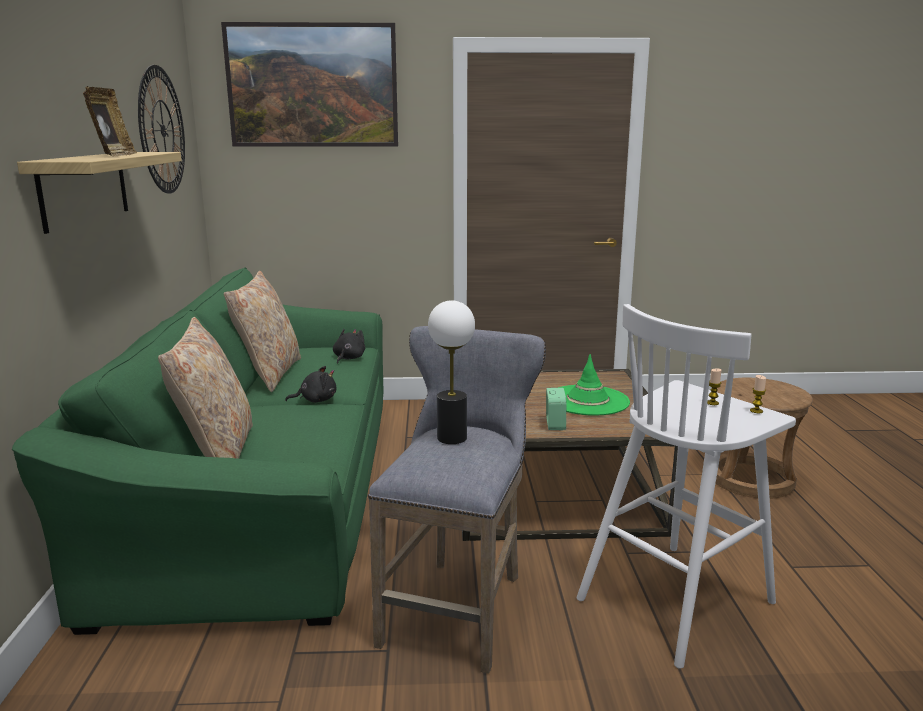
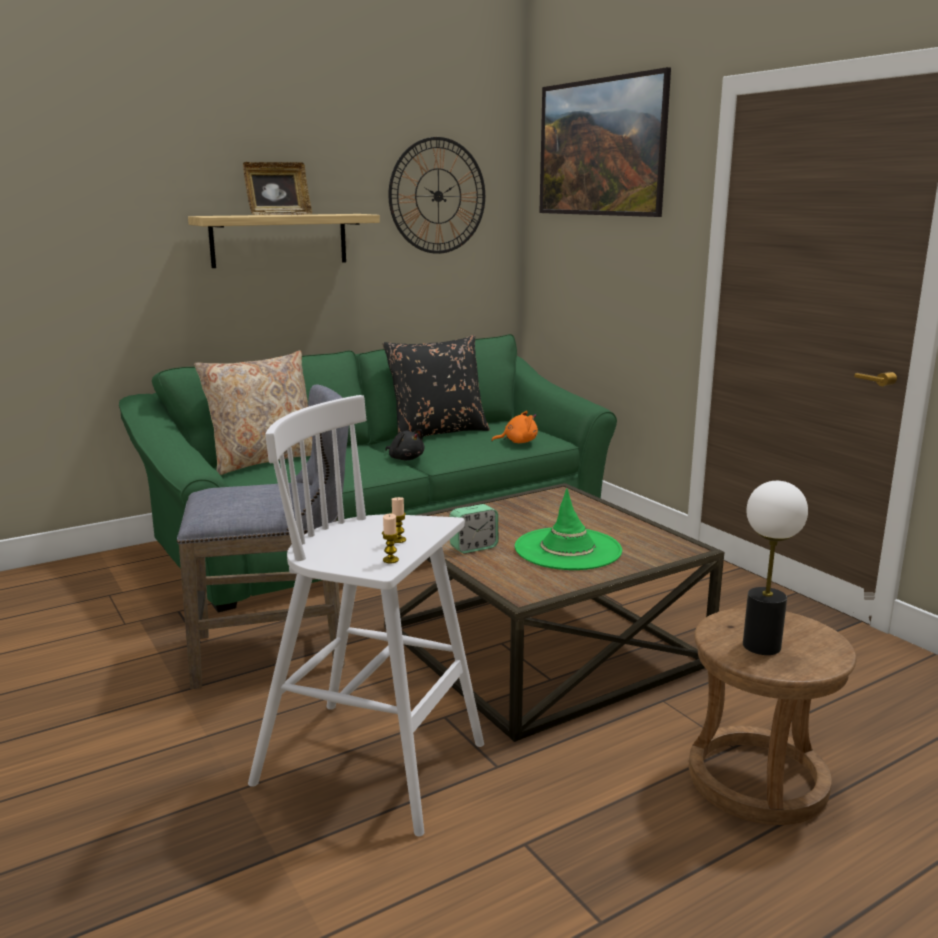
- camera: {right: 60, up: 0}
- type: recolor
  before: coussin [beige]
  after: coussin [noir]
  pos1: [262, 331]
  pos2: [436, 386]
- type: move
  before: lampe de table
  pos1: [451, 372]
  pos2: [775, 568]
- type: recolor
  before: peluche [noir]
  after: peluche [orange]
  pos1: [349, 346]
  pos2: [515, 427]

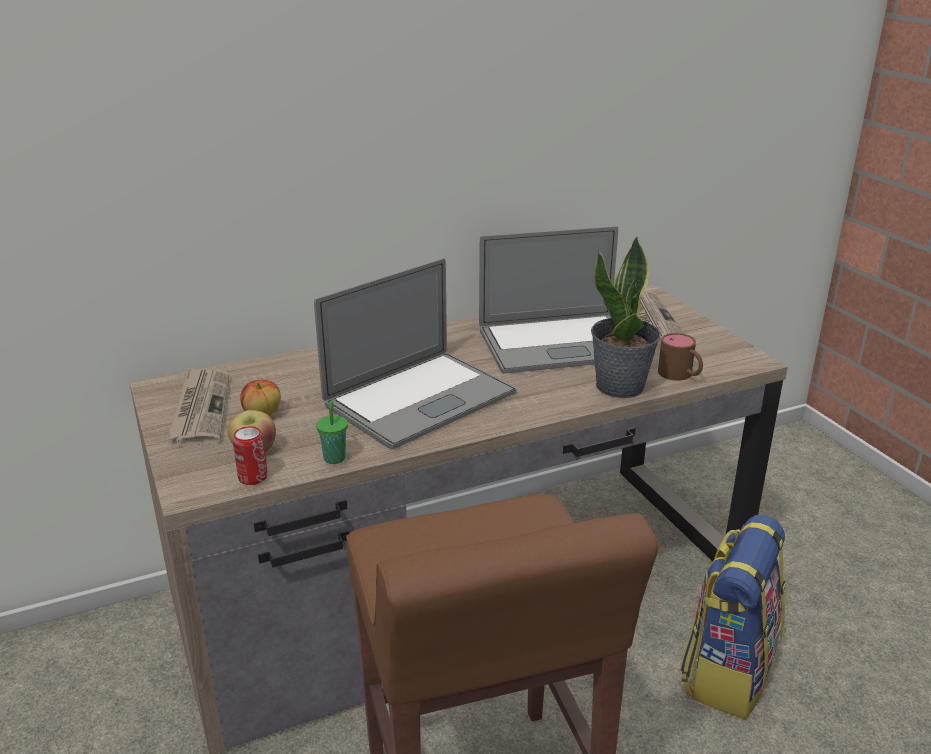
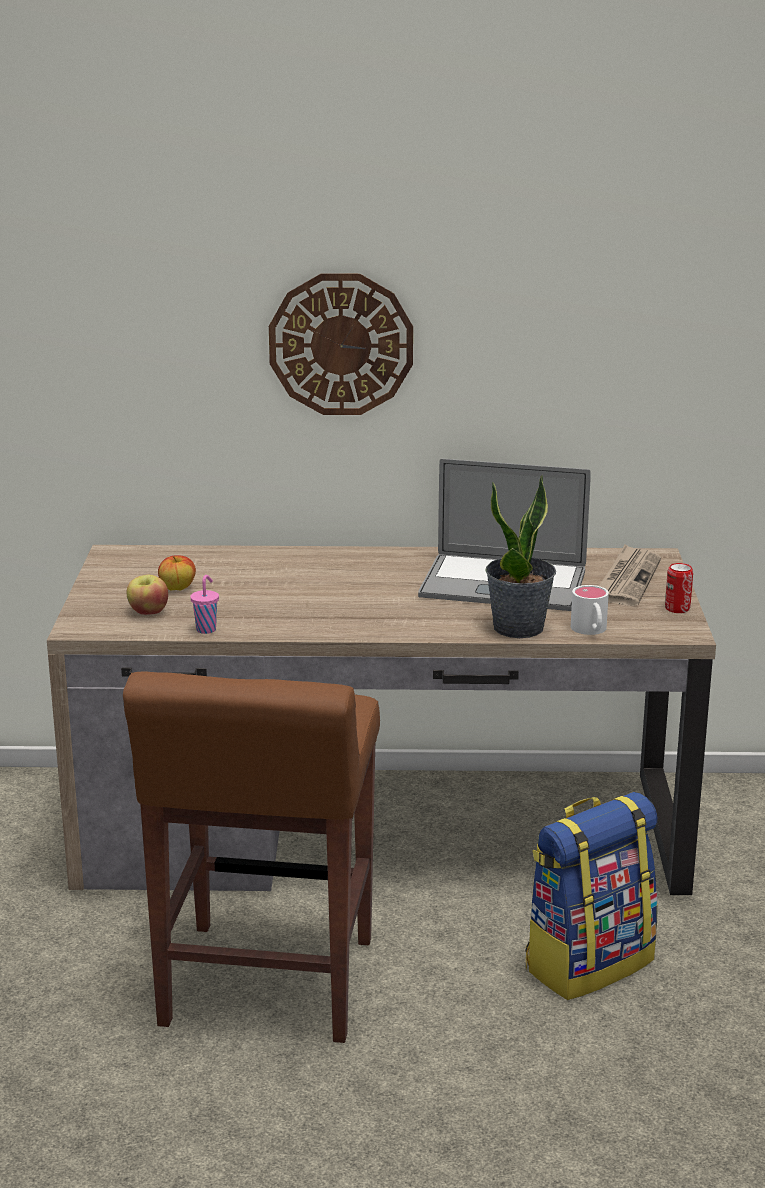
- camera: {right: 25, up: -5}
- type: delete
  before: ordinateur portable
  pos1: [415, 354]
- type: recolor
  before: mug [marron]
  after: mug [blanc]
  pos1: [680, 357]
  pos2: [590, 610]
- type: delete
  before: journal
  pos1: [198, 407]
- type: recolor
  before: tasse [vert]
  after: tasse [rose]
  pos1: [332, 432]
  pos2: [204, 604]
- type: move
  before: boîte métallique
  pos1: [250, 455]
  pos2: [679, 588]
- type: insert
  after: horloge murale
  pos2: [341, 344]

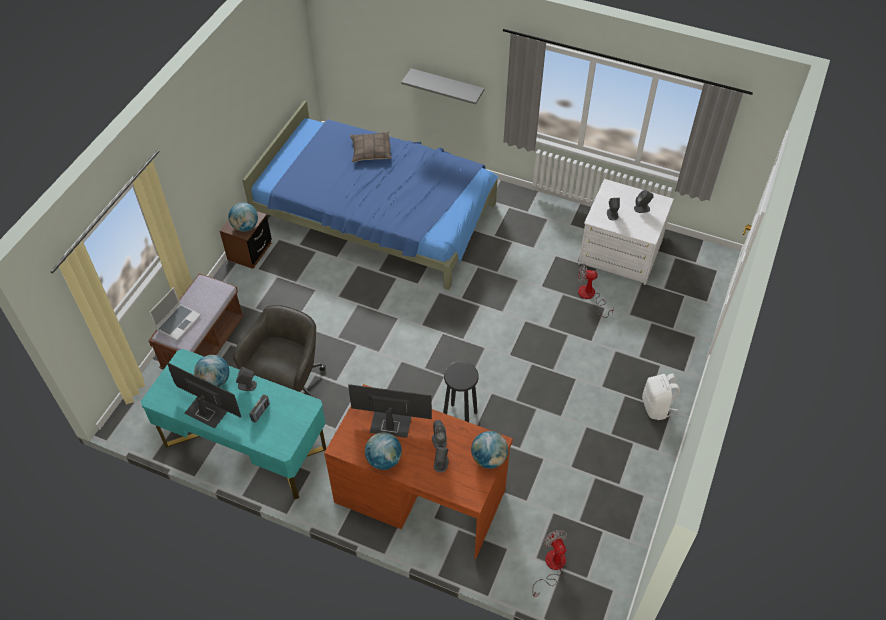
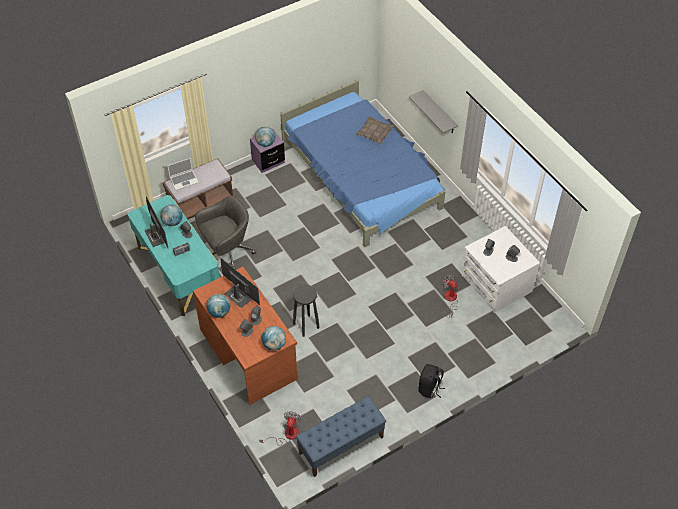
- camera: {right: 35, up: 0}
- type: recolor
  before: table de chevet [marron]
  after: table de chevet [violet]
  pos1: [246, 240]
  pos2: [267, 151]
- type: recolor
  before: sac à dos [blanc]
  after: sac à dos [noir]
  pos1: [661, 396]
  pos2: [432, 381]
- type: insert
  after: banc [bleu]
  pos2: [341, 436]

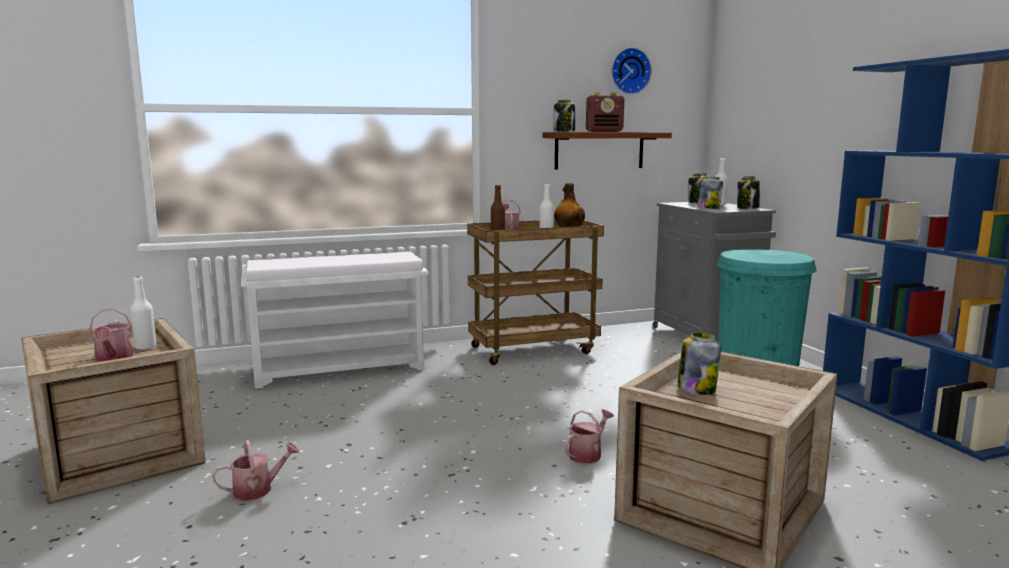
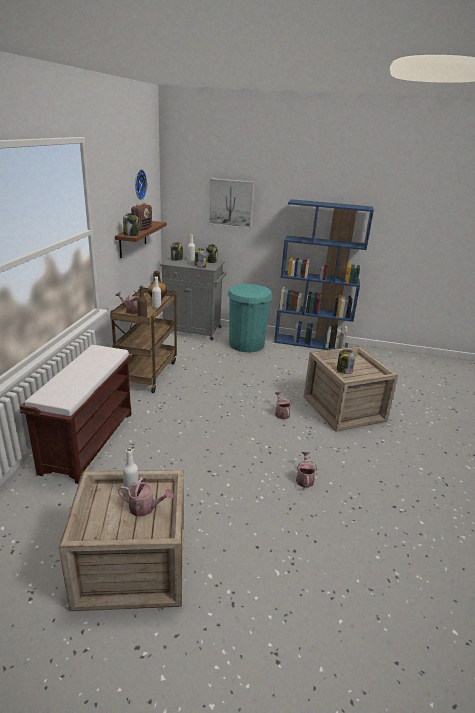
- camera: {right: -60, up: 15}
- type: recolor
  before: banc [blanc]
  after: banc [marron]
  pos1: [335, 320]
  pos2: [76, 414]
- type: move
  before: arrosoir
  pos1: [256, 470]
  pos2: [306, 470]
- type: insert
  after: tableau
  pos2: [231, 203]

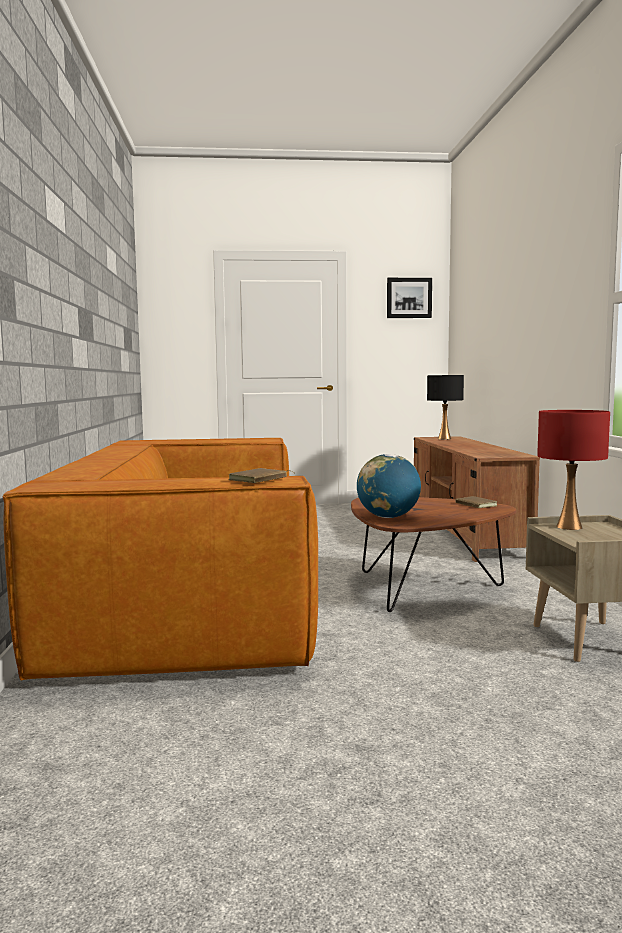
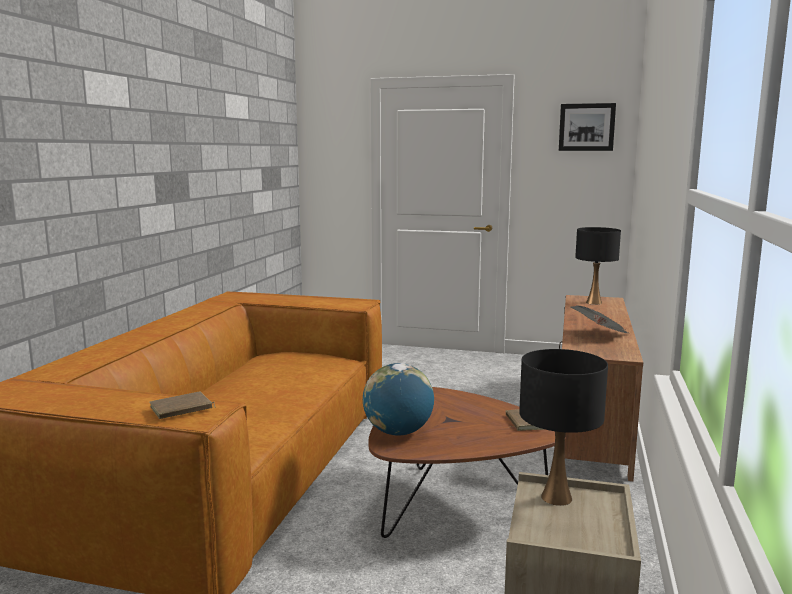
- camera: {right: 20, up: 5}
- type: recolor
  before: lampe de table [rouge]
  after: lampe de table [noir]
  pos1: [573, 470]
  pos2: [563, 427]
- type: insert
  after: journal
  pos2: [599, 319]

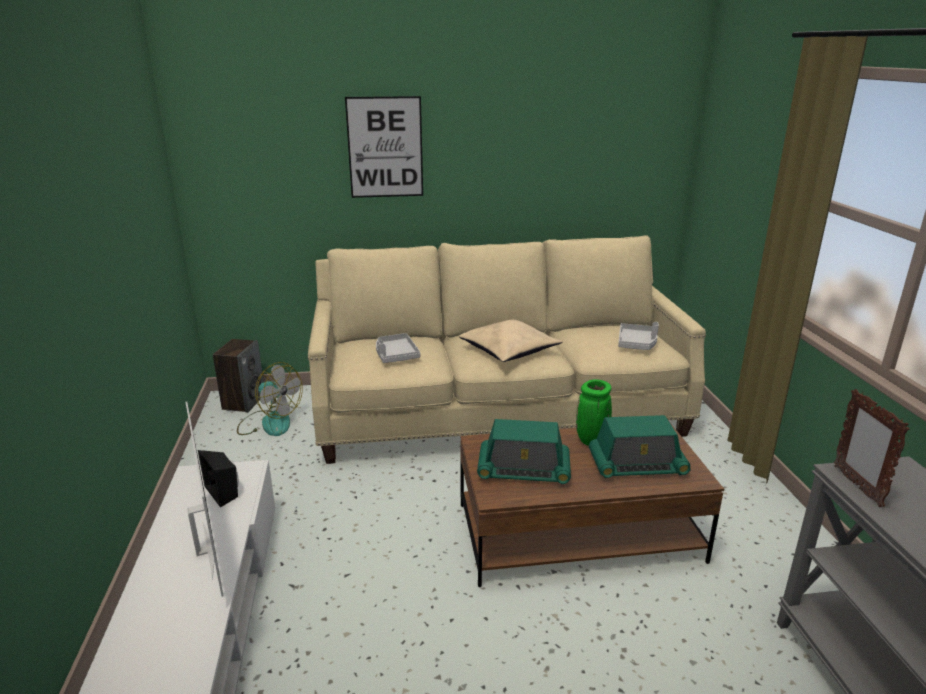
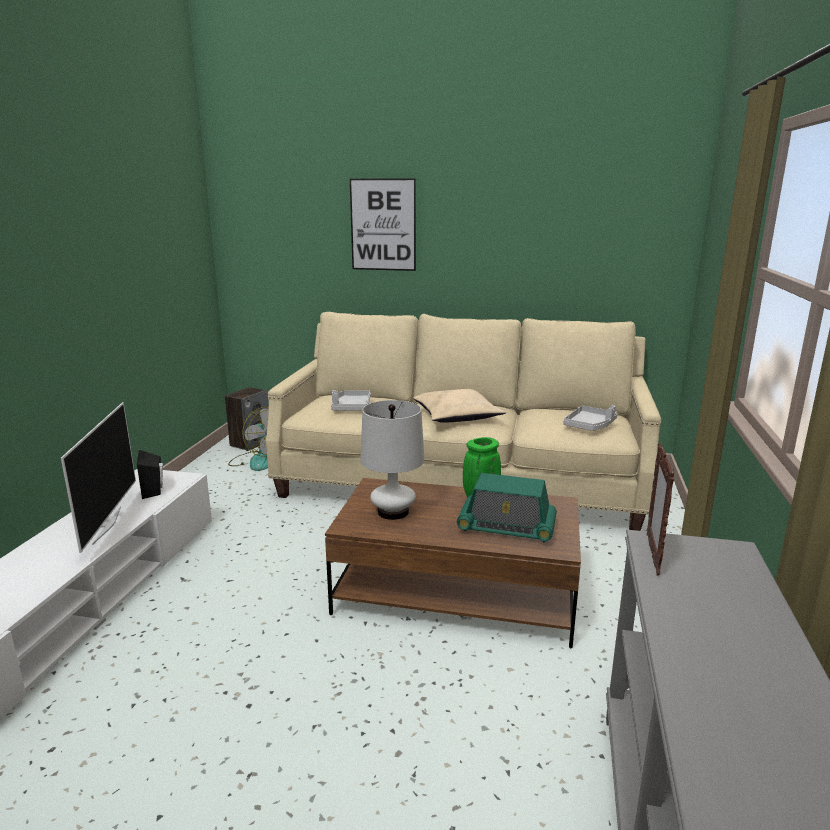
- camera: {right: 20, up: -5}
- type: replace
  before: radio
  after: lampe de table [blanc]
  pos1: [524, 451]
  pos2: [392, 460]

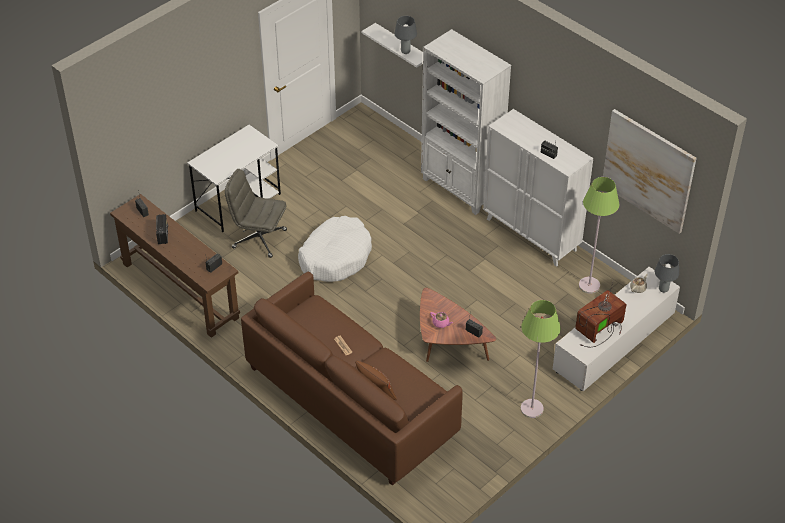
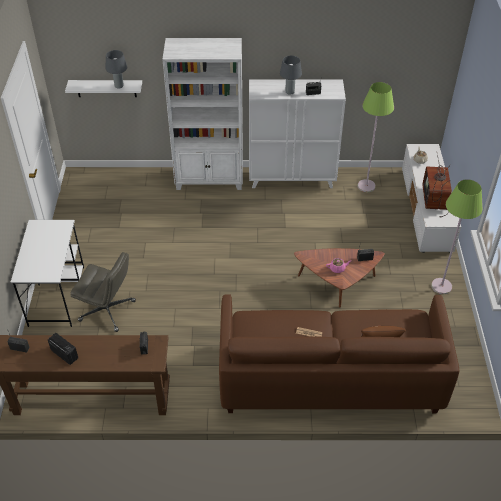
- camera: {right: -45, up: 0}
- type: delete
  before: tableau
  pos1: [650, 171]
- type: rotate
  before: chaise de bureau [gris]
  pos1: [256, 213]
  pos2: [103, 292]
  turn: -135
- type: delete
  before: panier pour chien [blanc]
  pos1: [335, 249]
- type: move
  before: lampe de table [gris]
  pos1: [667, 273]
  pos2: [291, 75]

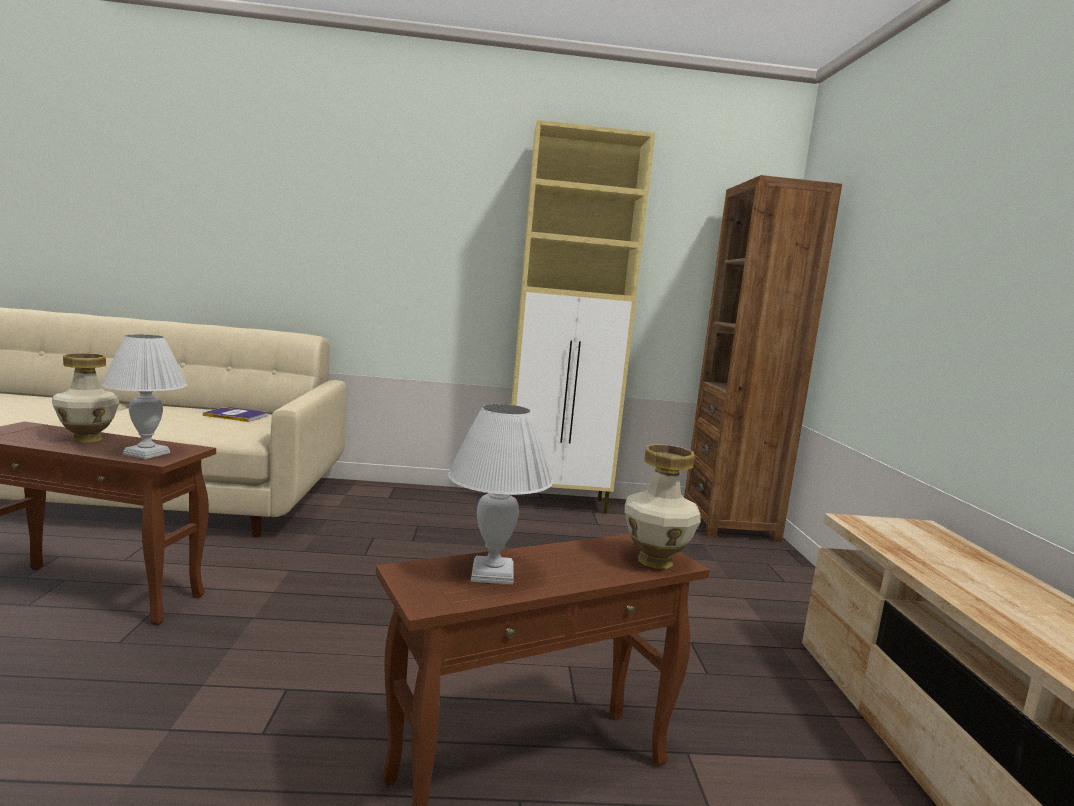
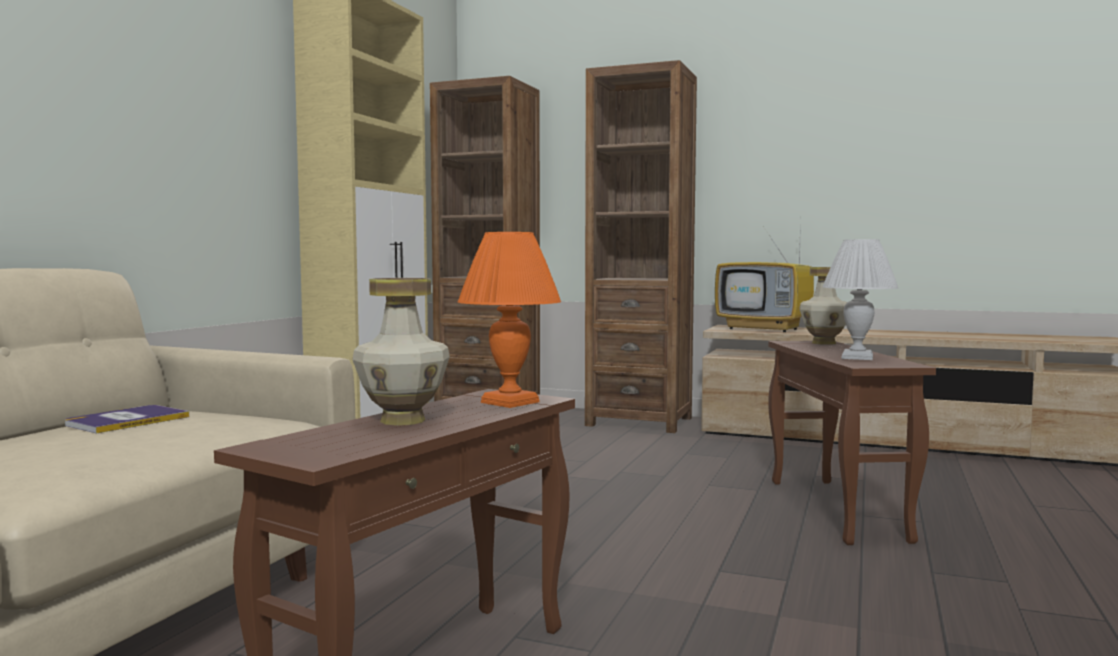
- camera: {right: -65, up: -5}
- type: recolor
  before: lampe de table [blanc]
  after: lampe de table [orange]
  pos1: [144, 396]
  pos2: [509, 320]
- type: insert
  after: bibliothèque [marron]
  pos2: [641, 246]
- type: insert
  after: téléviseur
  pos2: [764, 276]

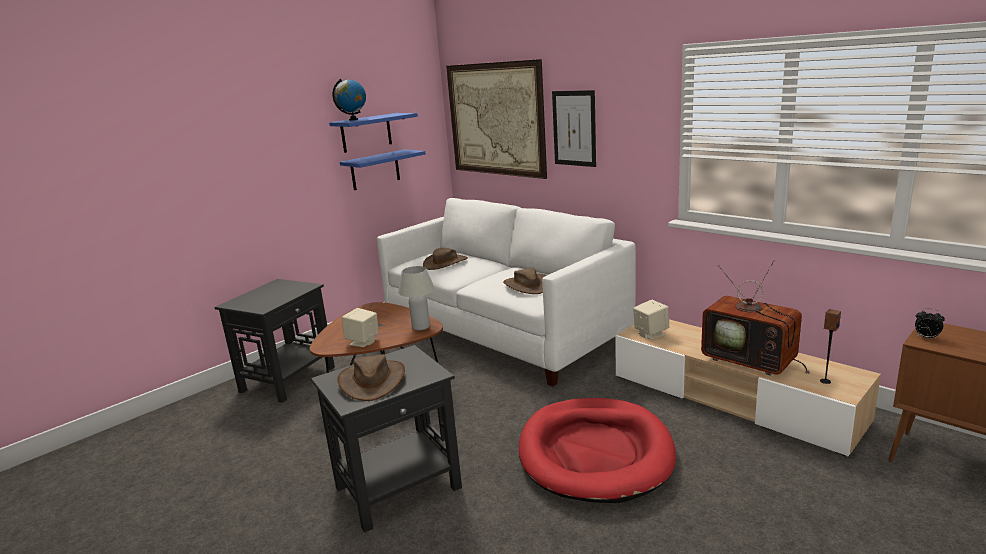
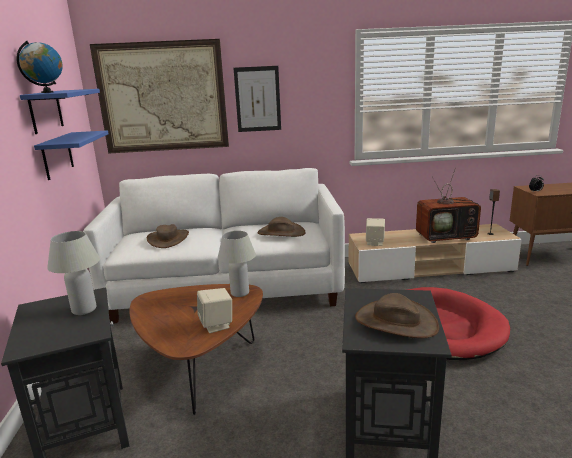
- camera: {right: -50, up: 0}
- type: insert
  after: lampe de table [blanc]
  pos2: [73, 273]

